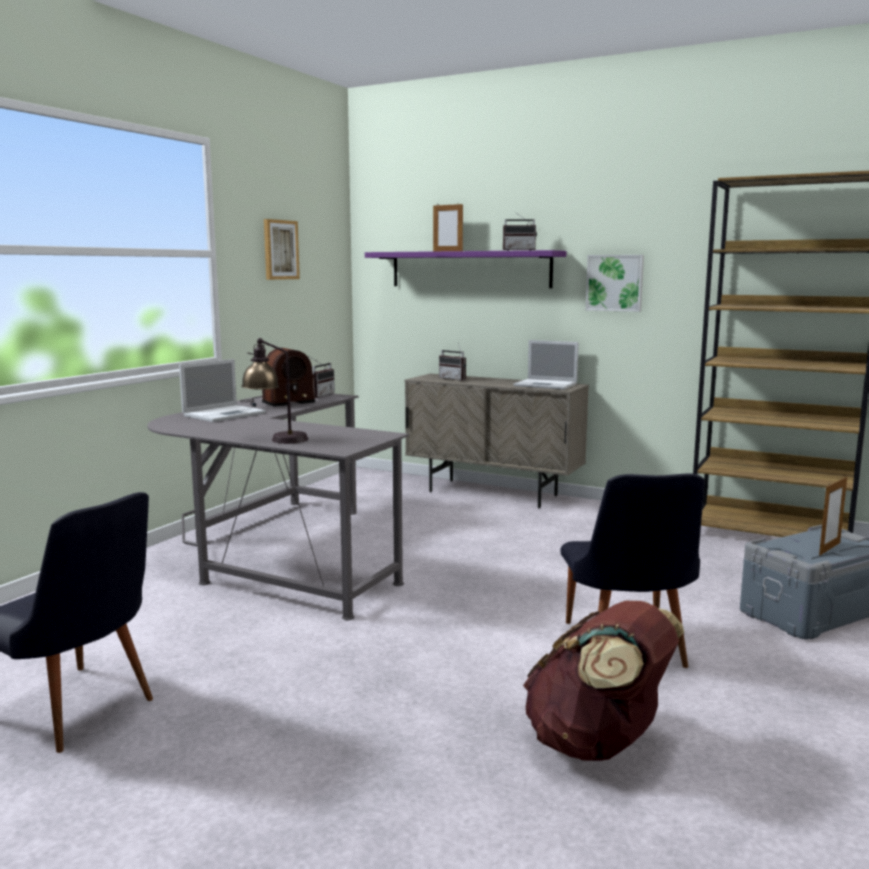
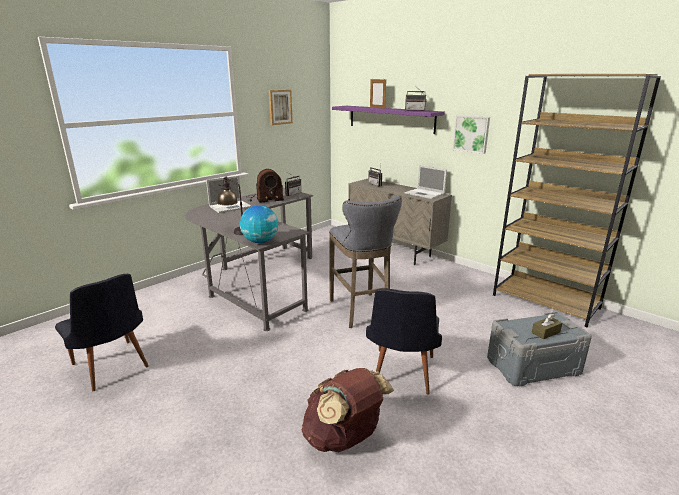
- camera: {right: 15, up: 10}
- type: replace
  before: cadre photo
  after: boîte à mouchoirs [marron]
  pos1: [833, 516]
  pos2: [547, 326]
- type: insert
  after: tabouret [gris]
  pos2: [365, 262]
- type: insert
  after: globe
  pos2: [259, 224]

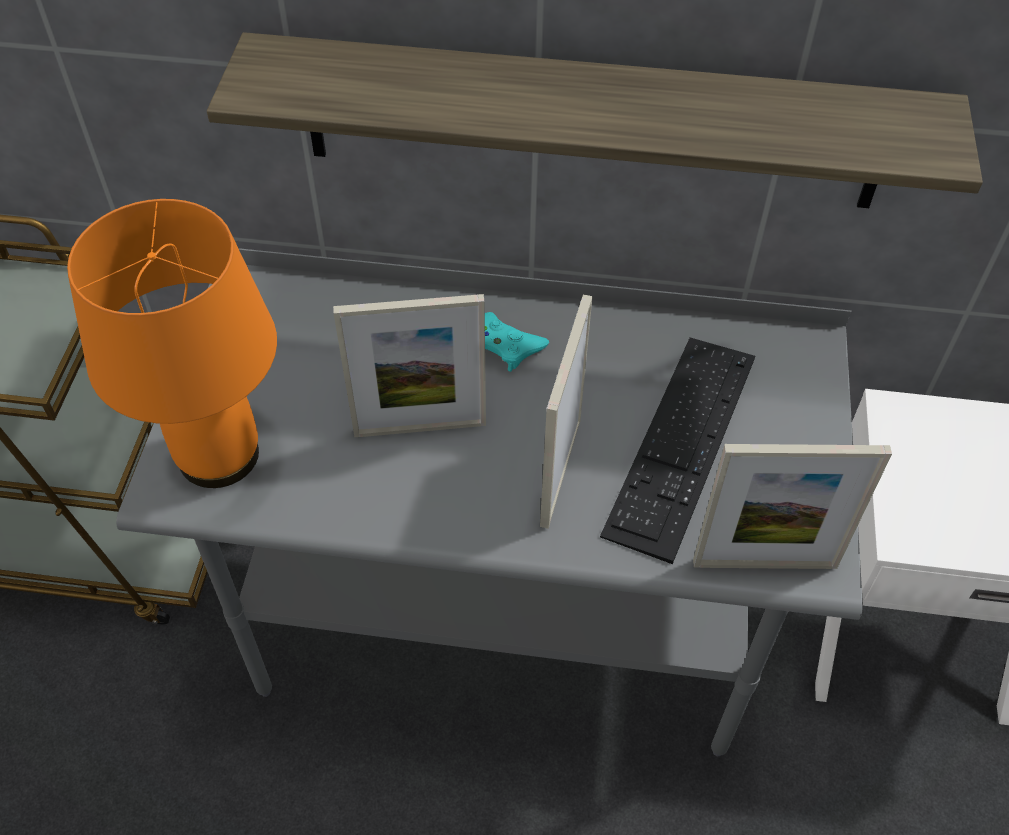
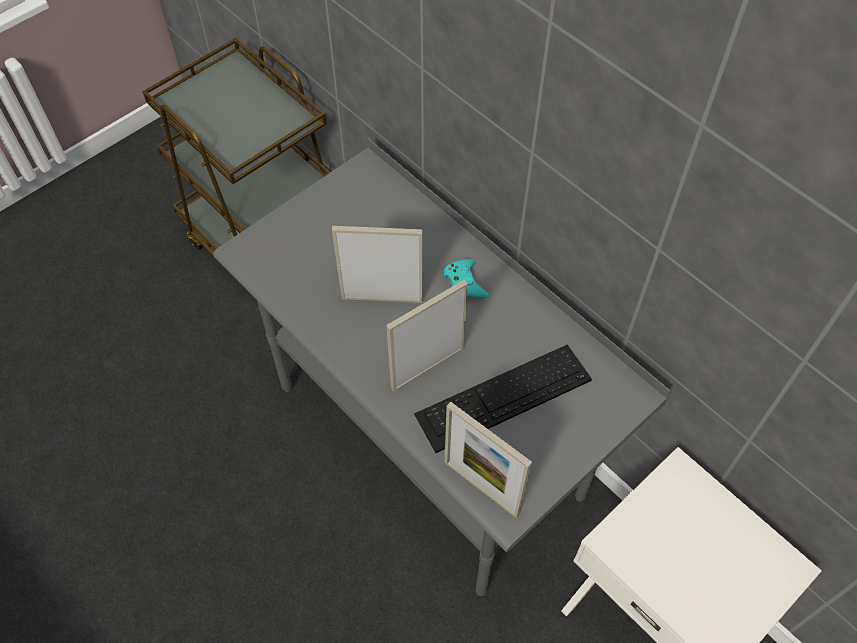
- camera: {right: 40, up: 5}
- type: delete
  before: étagère
  pos1: [595, 120]
- type: delete
  before: lampe de table [orange]
  pos1: [172, 343]
- type: rotate
  before: cadre photo
  pos1: [409, 365]
  pos2: [377, 264]
  turn: 150

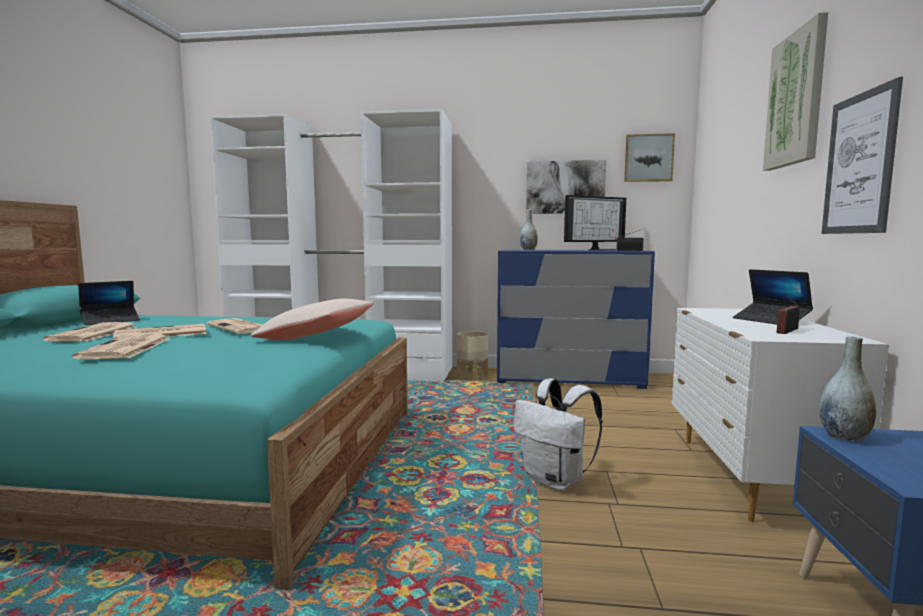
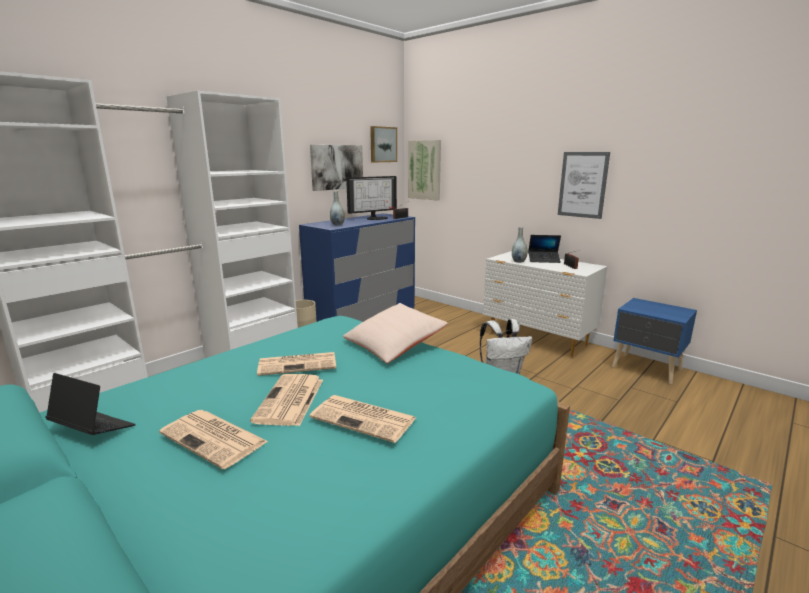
- camera: {right: -55, up: 10}
- type: move
  before: tableau
  pos1: [795, 91]
  pos2: [424, 170]
- type: rotate
  before: écran d'ordinateur
  pos1: [595, 223]
  pos2: [371, 198]
  turn: 45
- type: rotate
  before: ordinateur portable
  pos1: [109, 303]
  pos2: [90, 404]
  turn: -60
- type: move
  before: vase [gris]
  pos1: [848, 388]
  pos2: [520, 245]

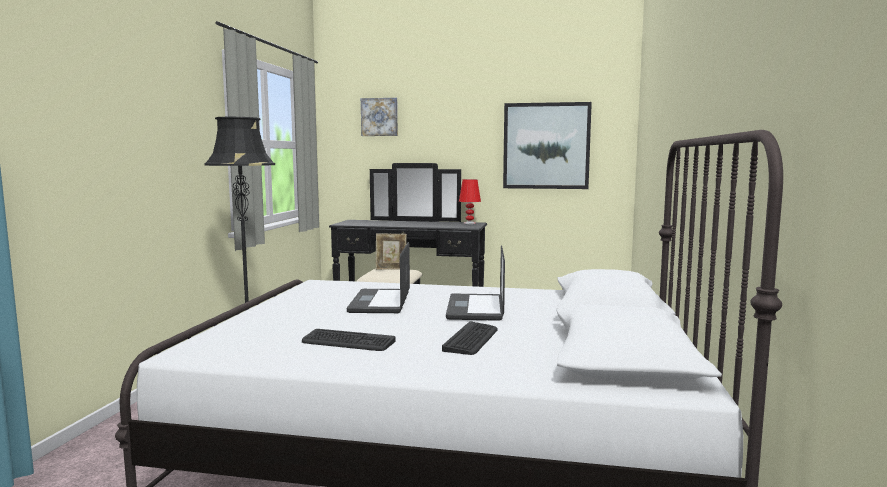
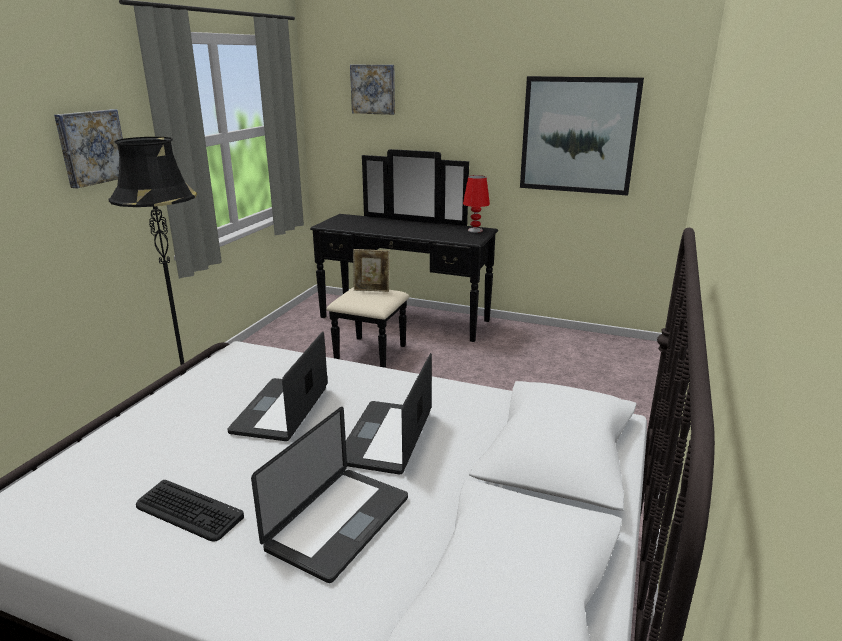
- camera: {right: 10, up: 15}
- type: replace
  before: clavier
  after: ordinateur portable
  pos1: [470, 338]
  pos2: [329, 495]
- type: insert
  after: tableau
  pos2: [88, 149]

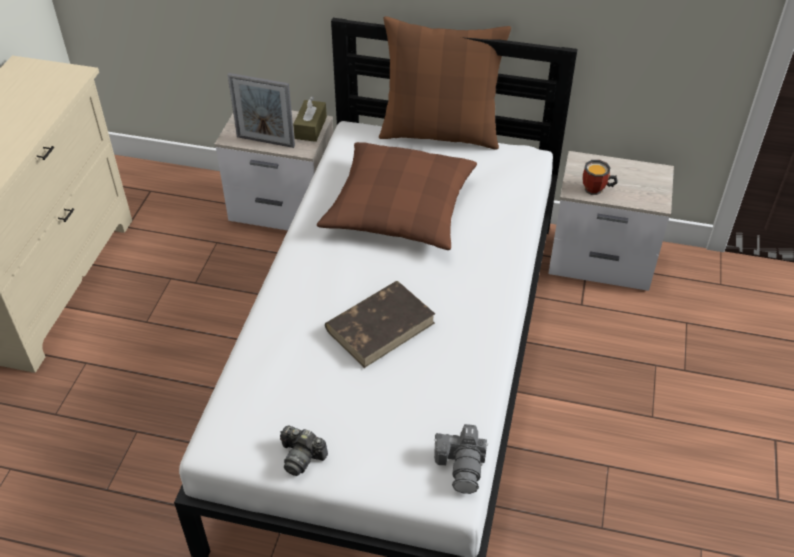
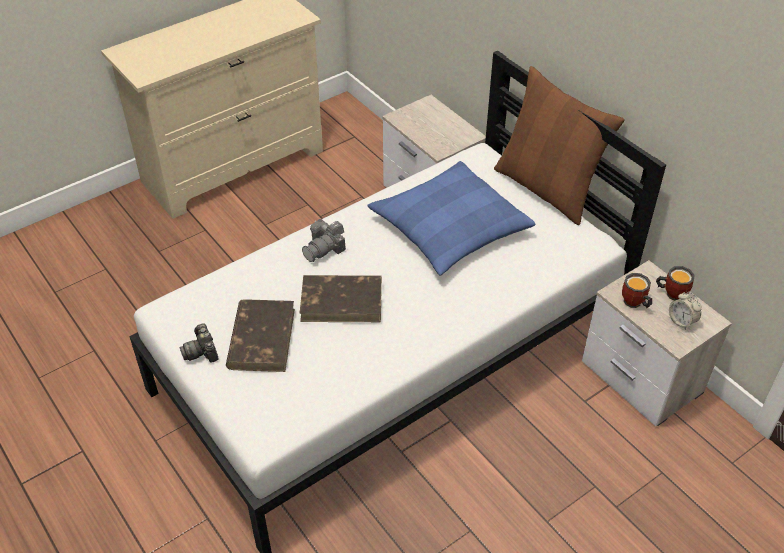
- camera: {right: 40, up: 0}
- type: delete
  before: cadre photo
  pos1: [261, 110]
- type: delete
  before: boîte à mouchoirs [marron]
  pos1: [310, 119]
- type: recolor
  before: coussin [marron]
  after: coussin [bleu]
  pos1: [397, 196]
  pos2: [451, 218]
- type: move
  before: appareil photo
  pos1: [461, 459]
  pos2: [324, 240]
- type: insert
  after: mug
  pos2: [675, 283]
- type: insert
  after: réveil
  pos2: [685, 311]
- type: insert
  after: livre [marron]
  pos2: [260, 335]

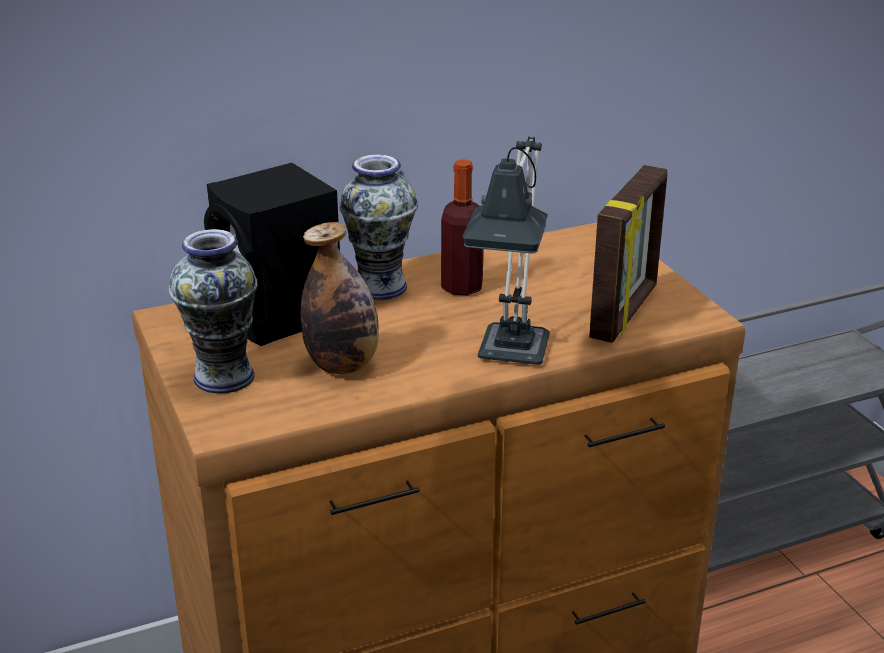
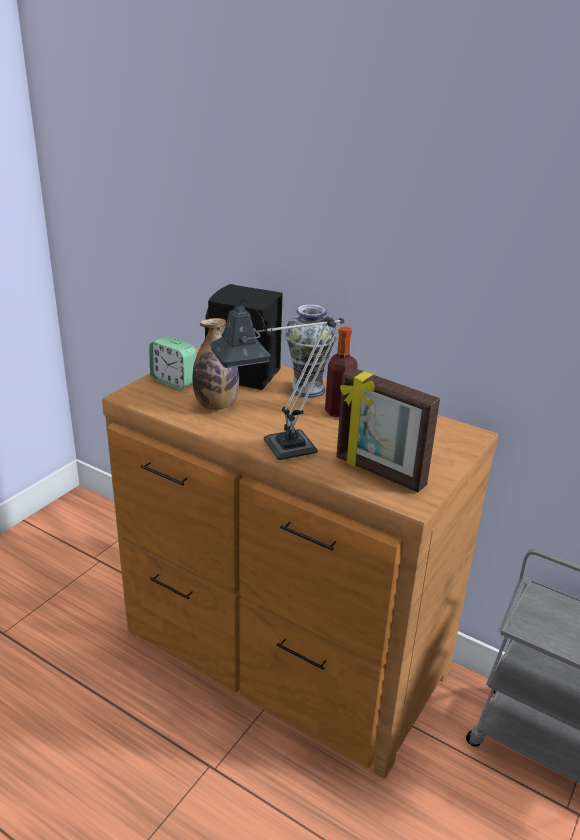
- camera: {right: 55, up: 0}
- type: rotate
  before: cadre photo
  pos1: [628, 254]
  pos2: [388, 430]
  turn: 45
- type: replace
  before: vase
  after: réveil
  pos1: [213, 311]
  pos2: [173, 362]

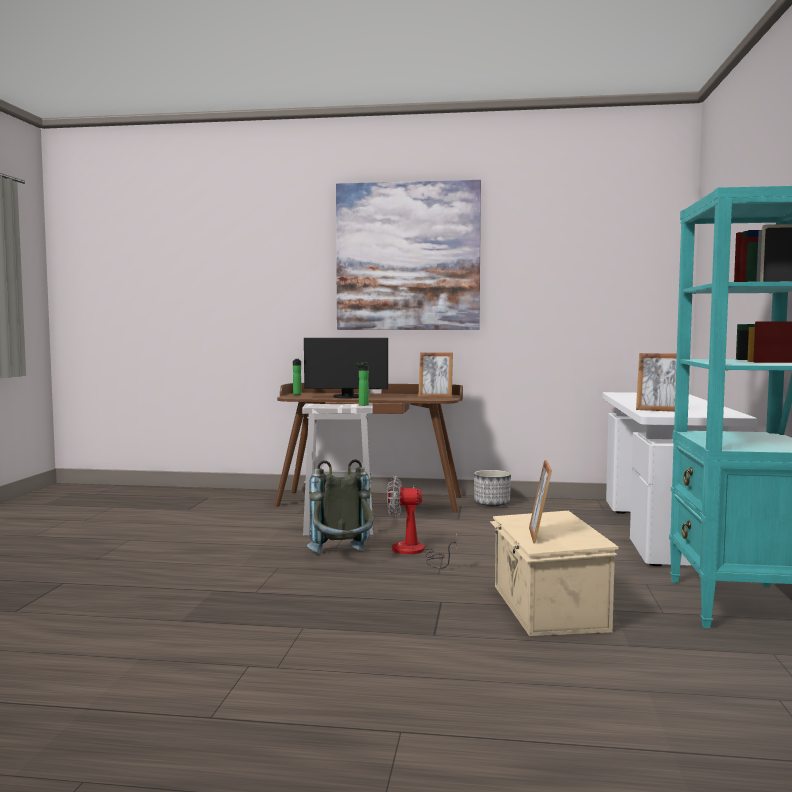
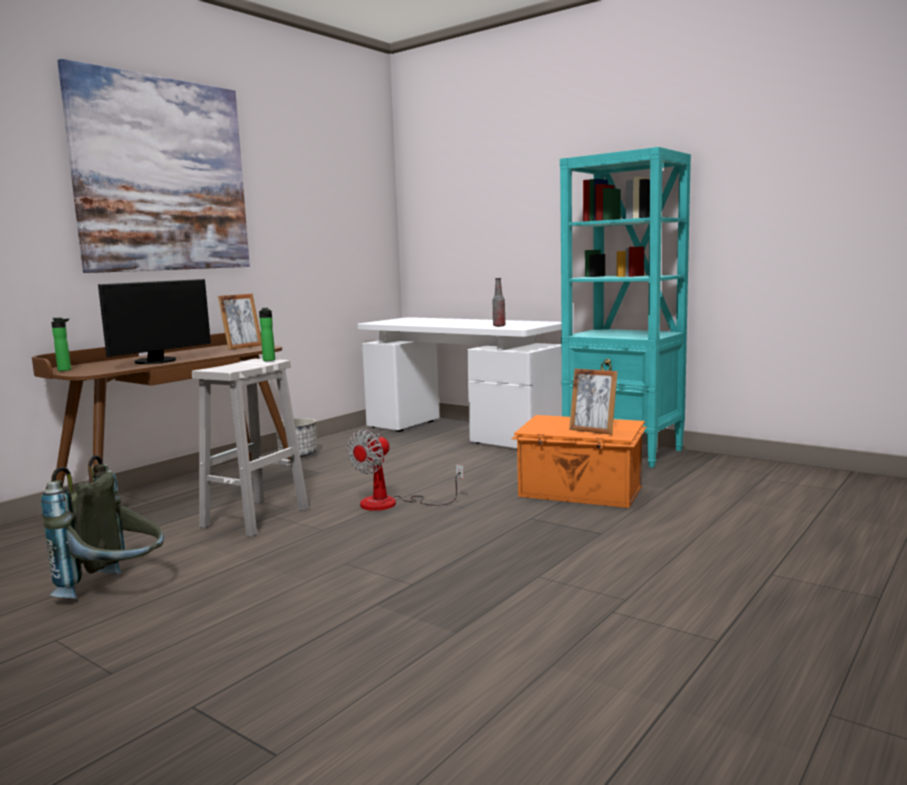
- camera: {right: -60, up: 5}
- type: replace
  before: cadre photo
  after: bouteille
  pos1: [656, 382]
  pos2: [499, 302]
- type: move
  before: sac à dos [gris]
  pos1: [340, 506]
  pos2: [102, 526]
- type: recolor
  before: boîte de rangement [beige]
  after: boîte de rangement [orange]
  pos1: [554, 573]
  pos2: [578, 461]

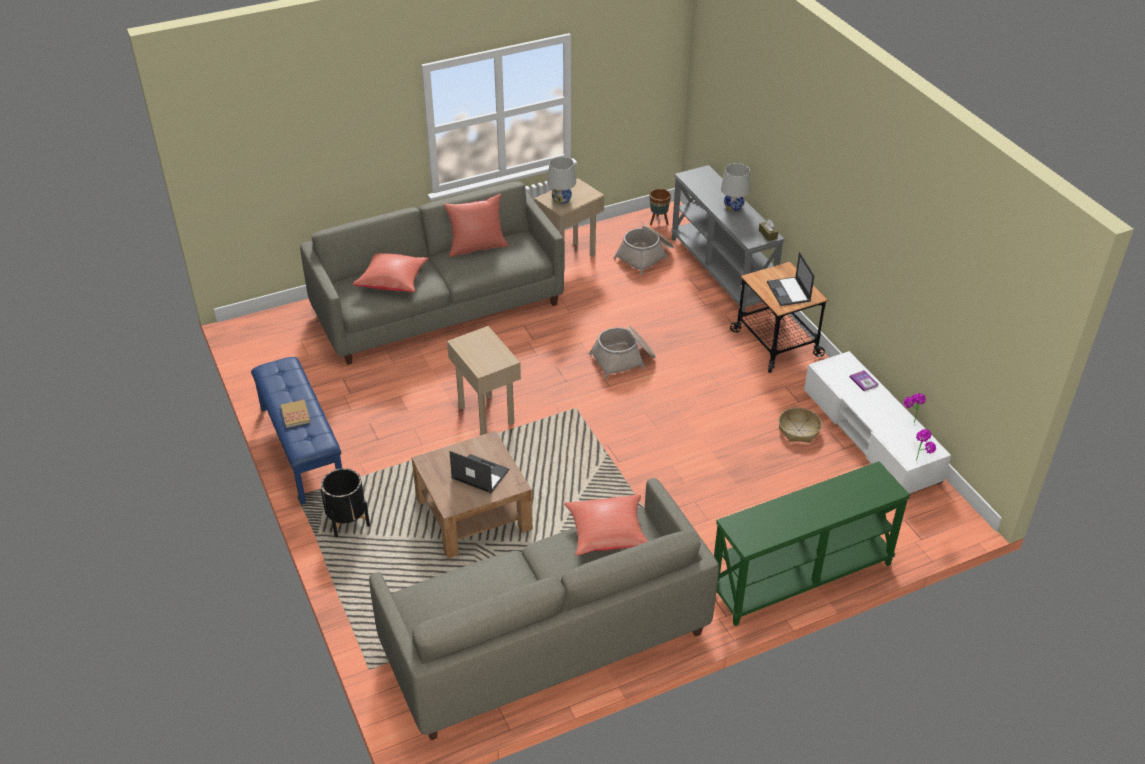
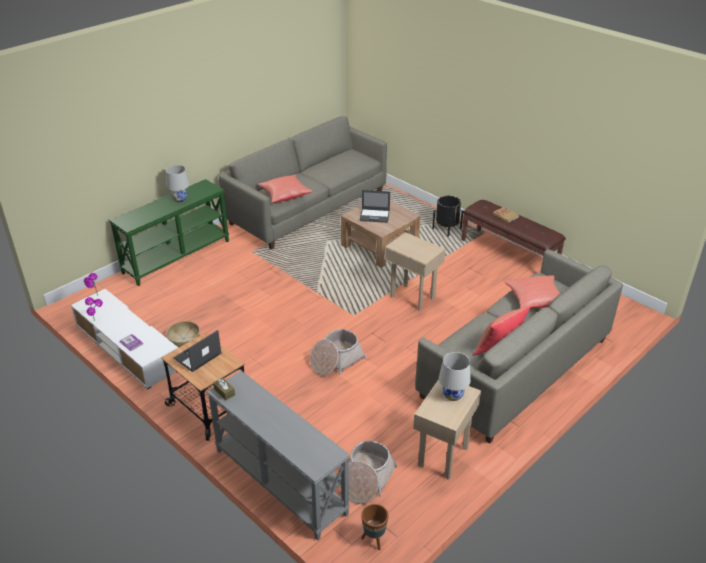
- camera: {right: 160, up: -5}
- type: move
  before: lampe de table [blanc]
  pos1: [735, 187]
  pos2: [178, 183]
- type: rotate
  before: ordinateur portable
  pos1: [791, 279]
  pos2: [197, 351]
  turn: -105
- type: recolor
  before: banc [bleu]
  after: banc [marron]
  pos1: [296, 431]
  pos2: [513, 230]

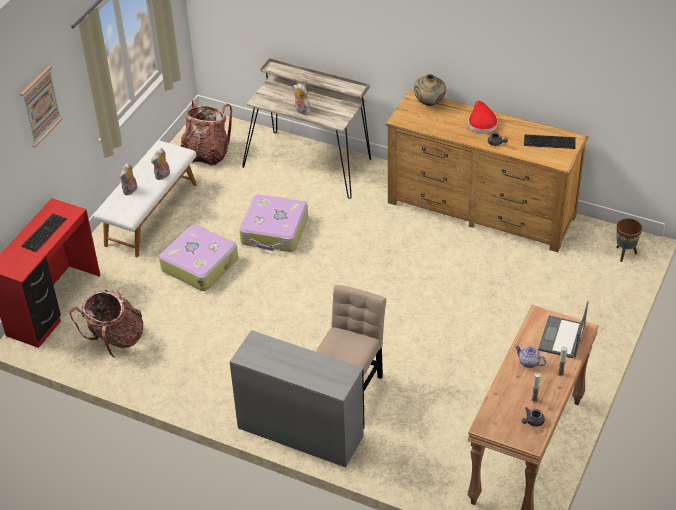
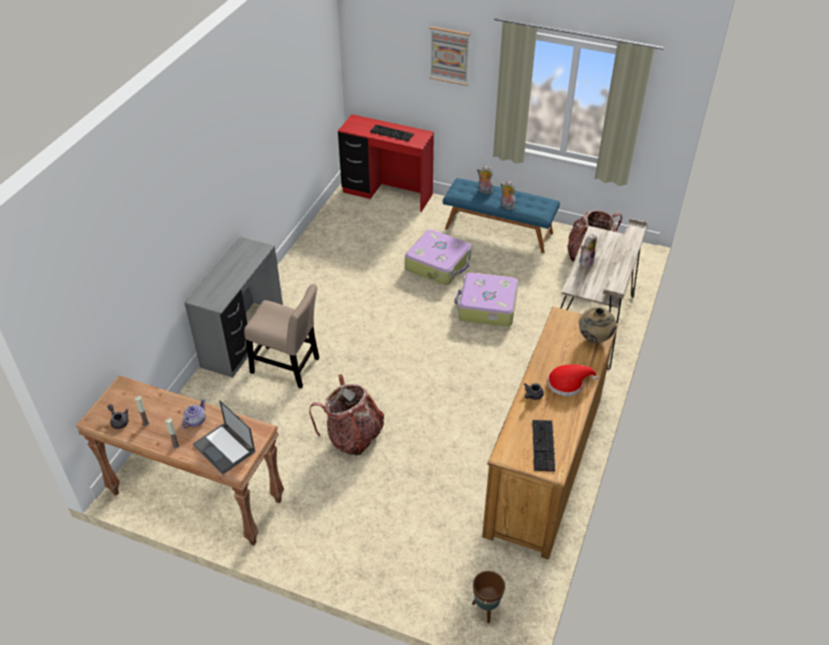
- camera: {right: 85, up: 0}
- type: recolor
  before: banc [blanc]
  after: banc [bleu]
  pos1: [145, 199]
  pos2: [501, 215]
- type: move
  before: sac à dos
  pos1: [106, 323]
  pos2: [346, 415]
- type: rotate
  before: ordinateur portable
  pos1: [563, 330]
  pos2: [224, 437]
  turn: -150

